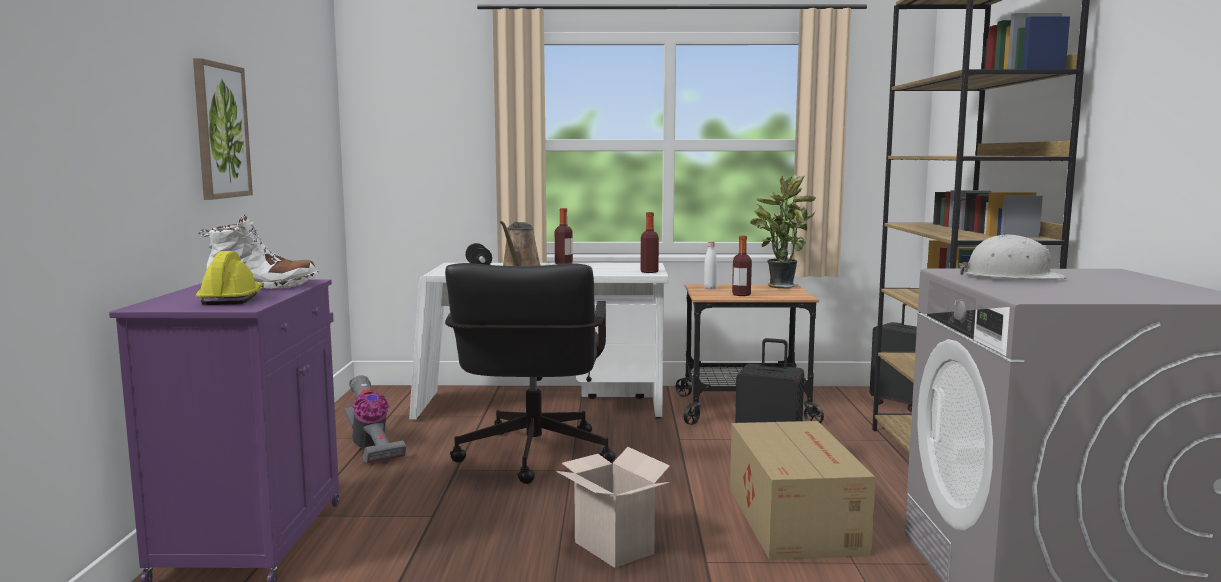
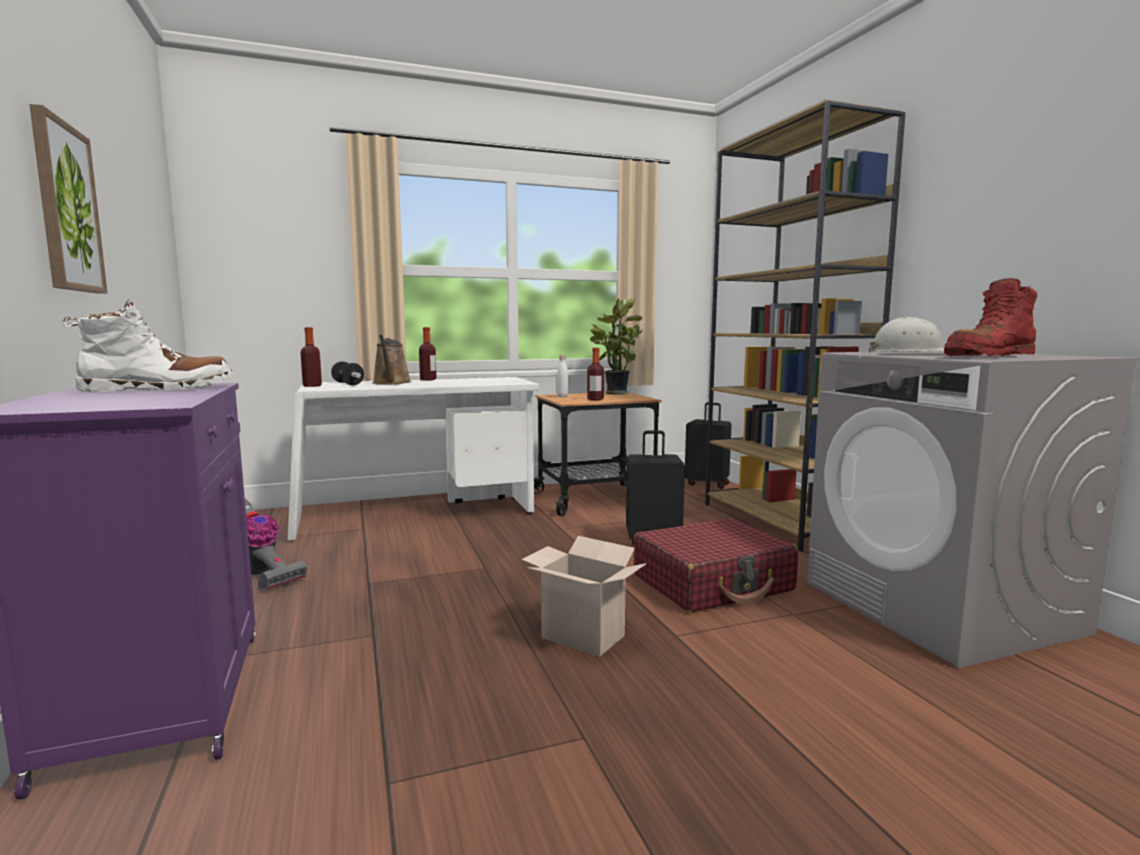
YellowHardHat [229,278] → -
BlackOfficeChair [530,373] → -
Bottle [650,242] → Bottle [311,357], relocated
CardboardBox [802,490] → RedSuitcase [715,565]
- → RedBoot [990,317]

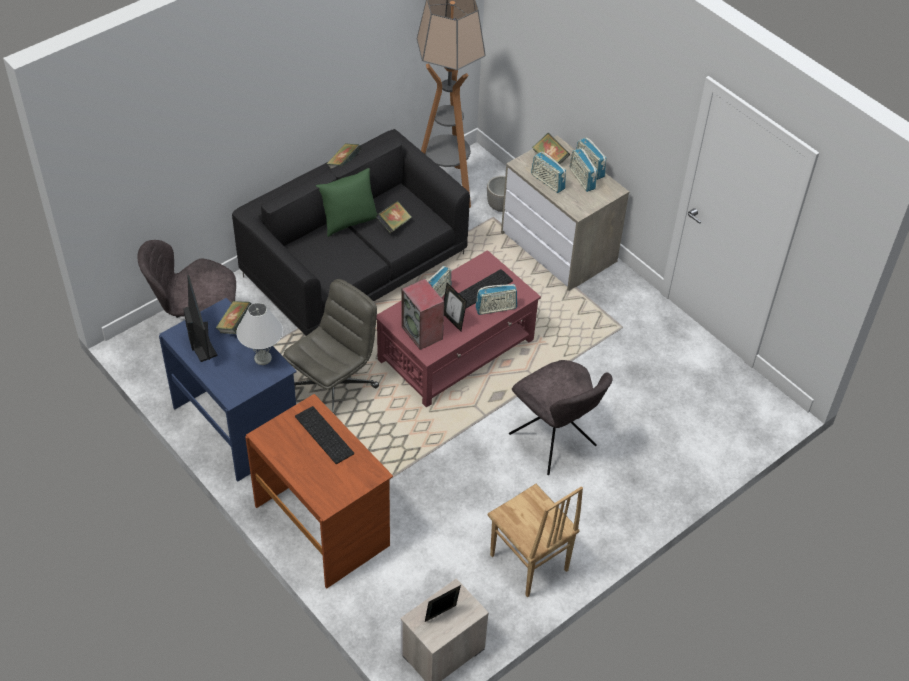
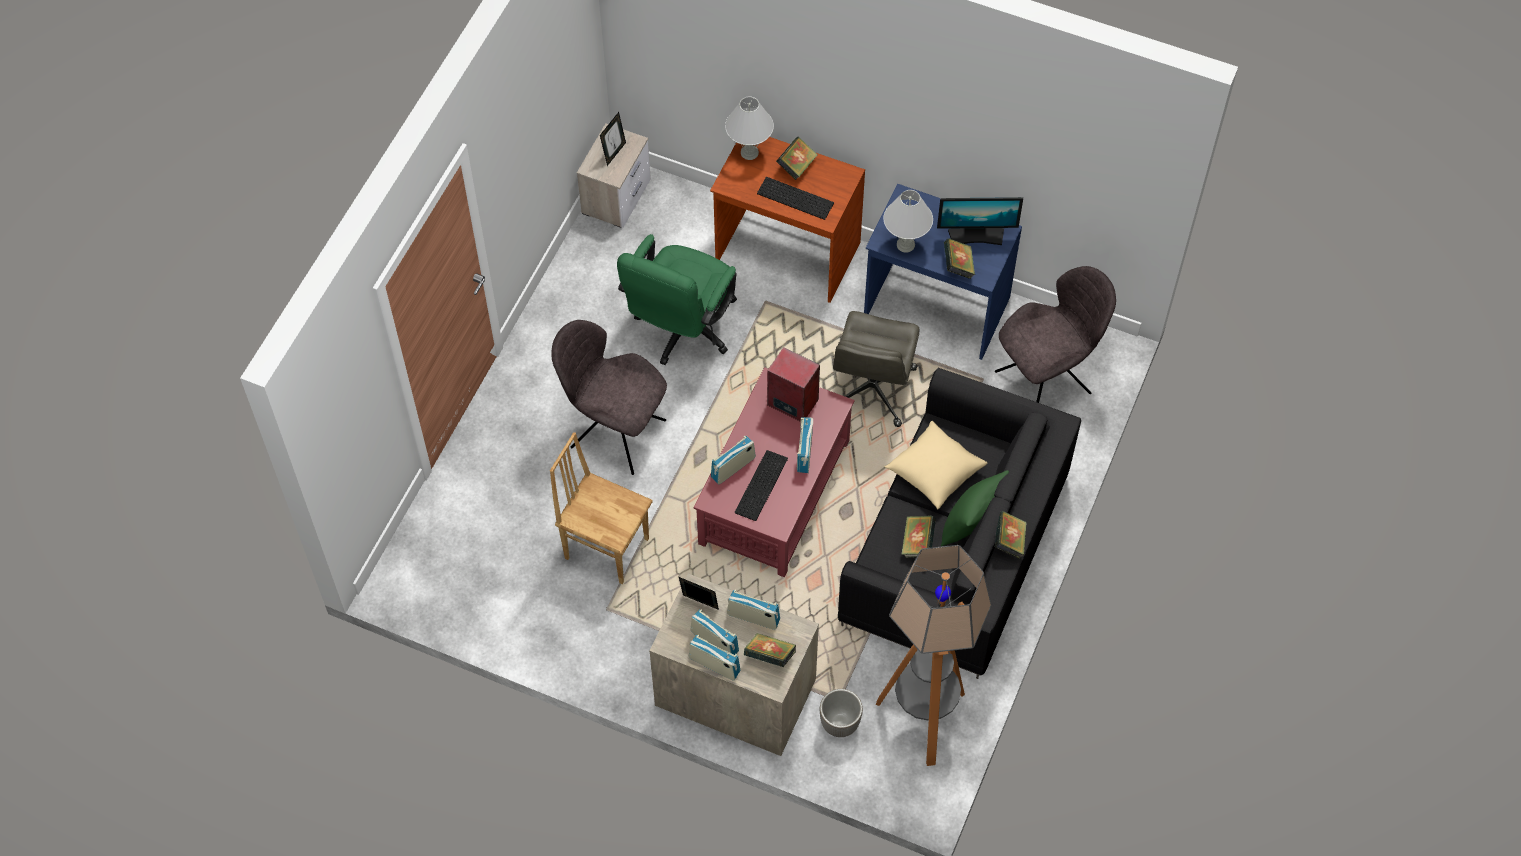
Monitor [200,318] → Monitor [980,221], 45 degrees counterclockwise
PictureFrame [455,307] → PictureFrame [699,593], relocated
BrownChair [535,540] → BrownChair [601,508], relocated
- → GreenOfficeChair [677,299]
- → WhiteTableLamp [749,128]
- → Book [797,158]
- → BeigePillow [935,465]

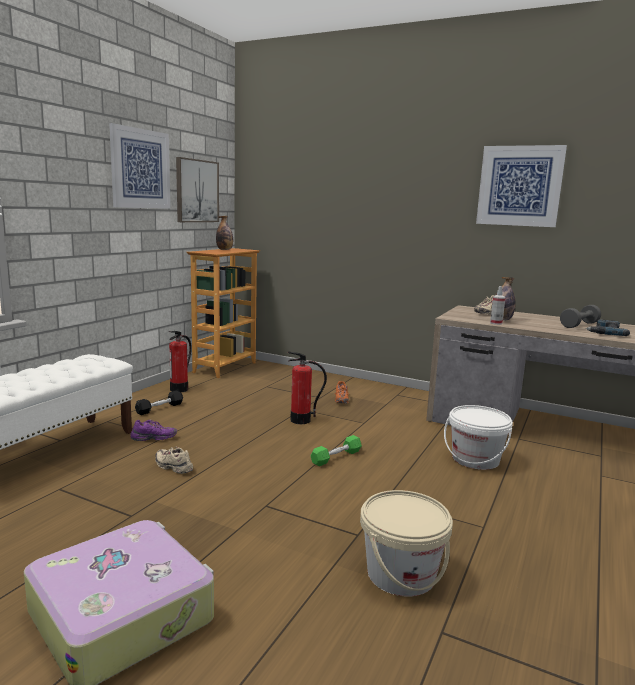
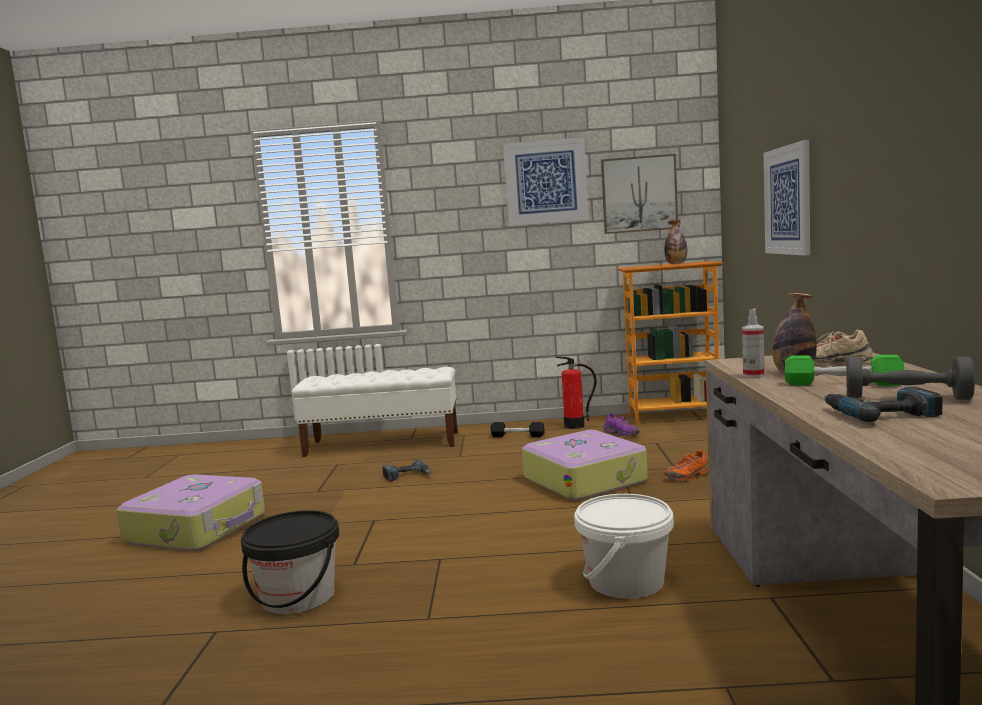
PurpleShoe [154,430] → PurpleShoe [622,424], relocated
BeigeShoe [174,460] → PowerDrill [406,470]
FireExtinguisher [307,387] → Suitcase [585,465]
GreenDumbbell [336,450] → GreenDumbbell [844,370], relocated
BeigeBucket [406,543] → BlackBucket [290,562]
Picture [521,186] → Picture [787,198], relocated

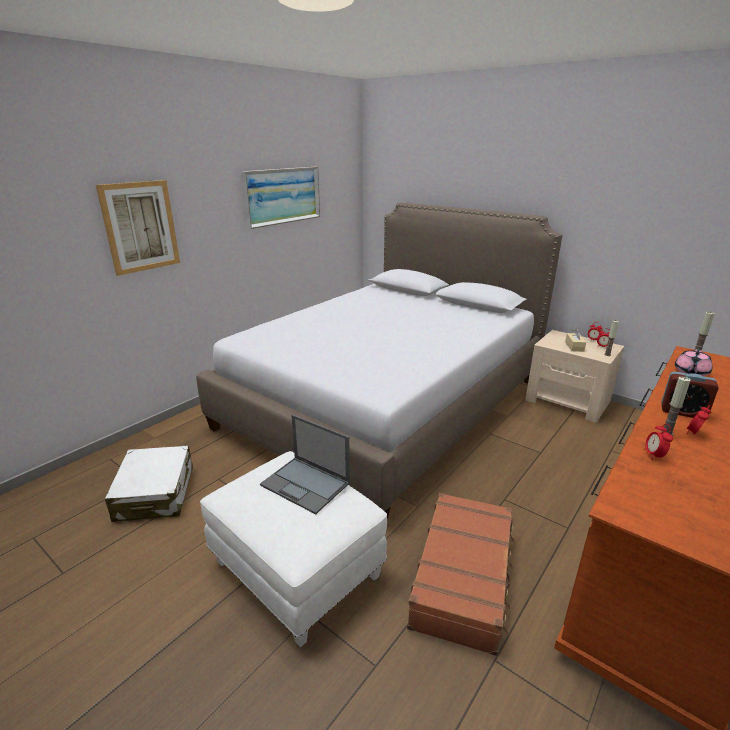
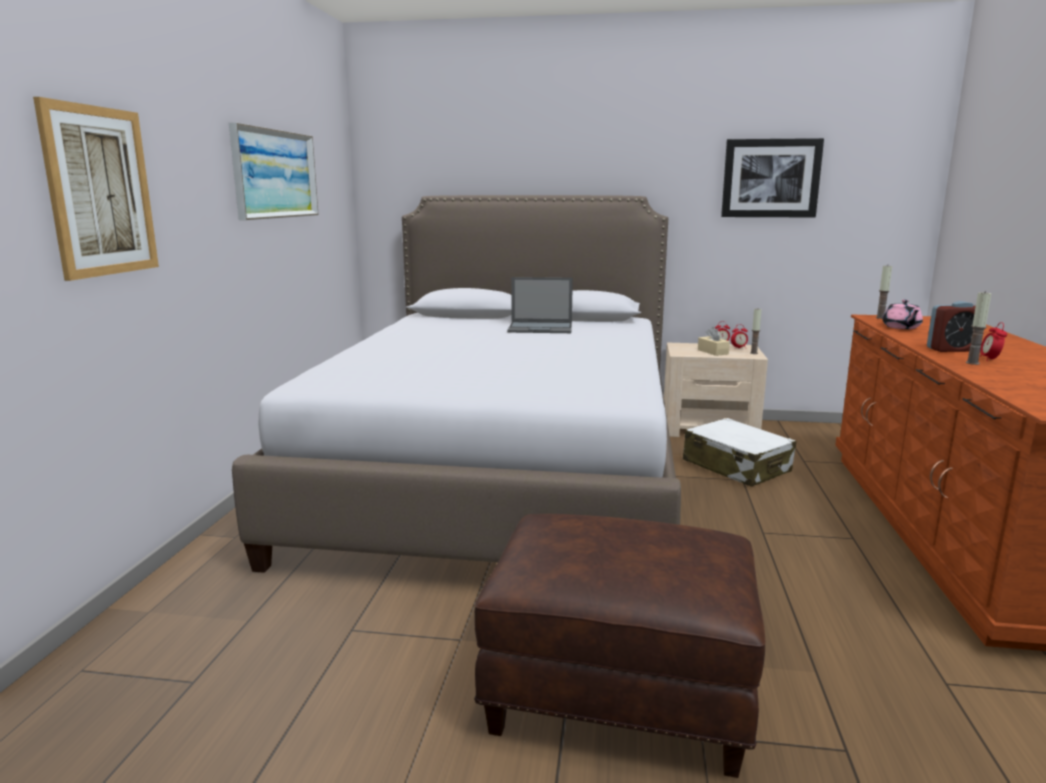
WhiteSuitcase [149,483] → WhiteSuitcase [739,452], relocated
WhiteOttoman [293,549] → BrownOttoman [619,646]
Laptop [305,464] → Laptop [540,305], relocated
BrownSuitcase [461,574] → -
AlarmClock [658,442] → -
- → Picture [772,177]

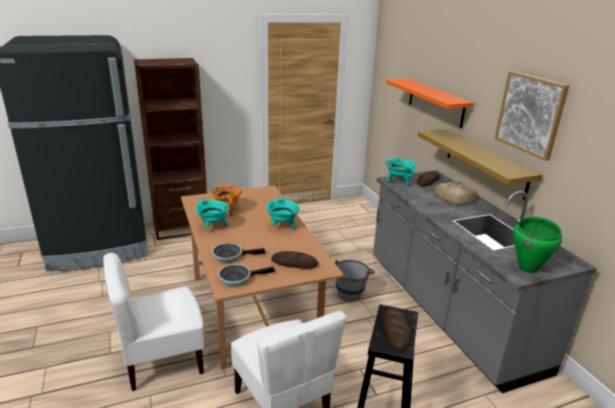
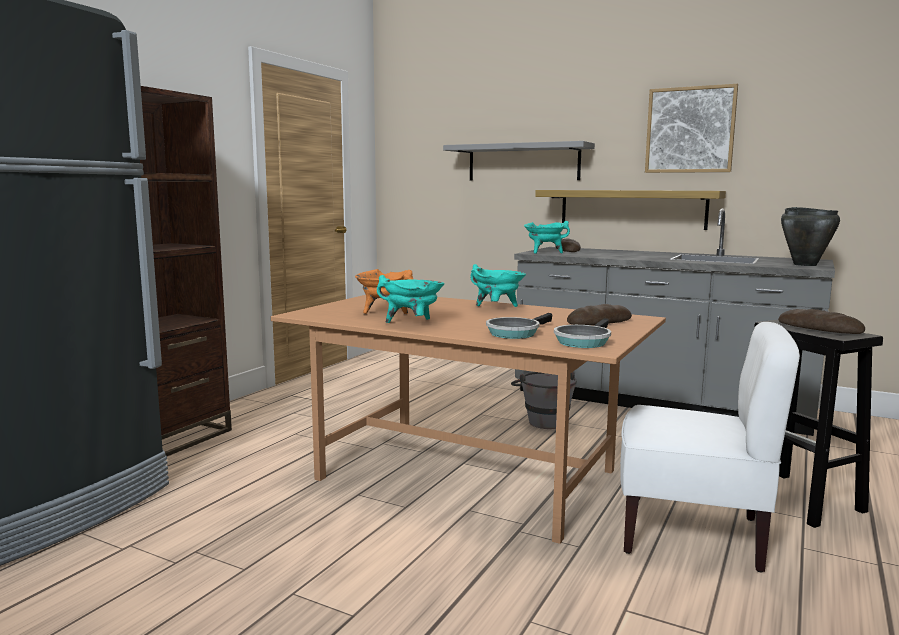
WhiteChair [153,322] → -
OrangeShelf [430,103] → GreyShelf [519,160]
Bread [456,192] → -
GreenCookingPot [537,245] → BlackCookingPot [810,236]

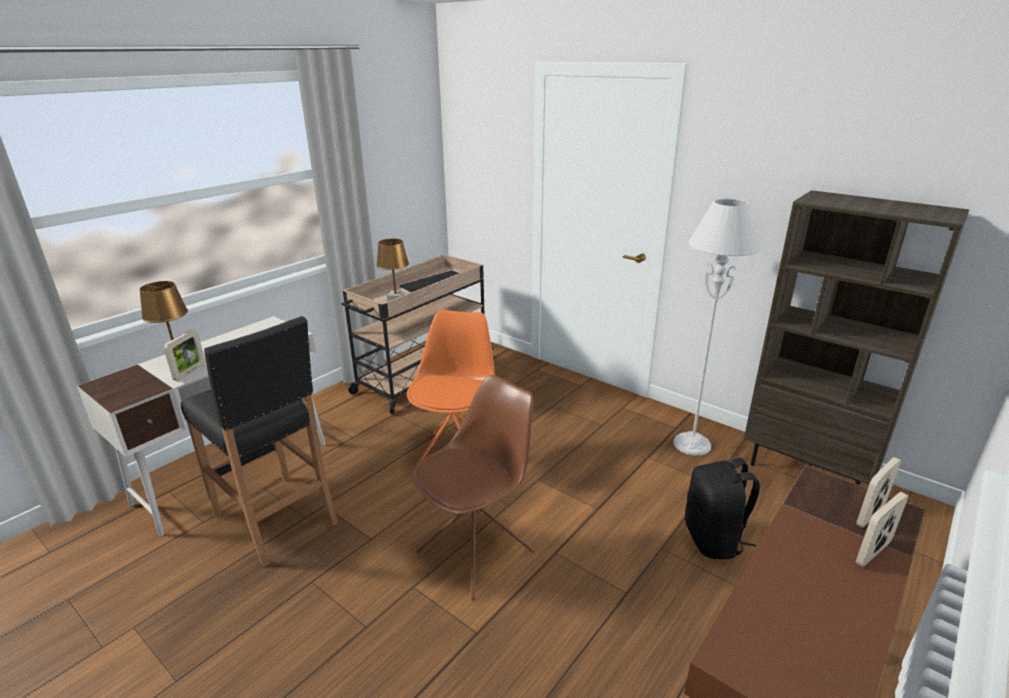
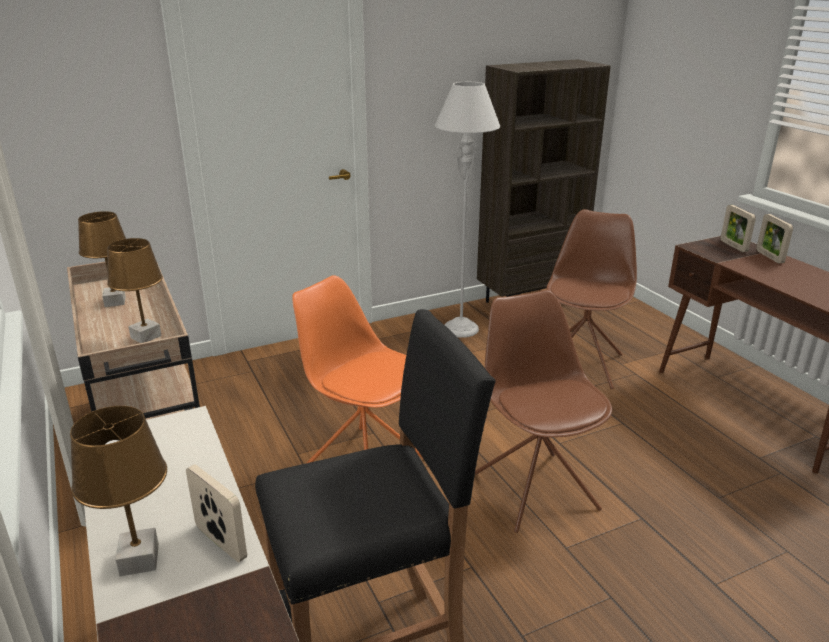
Keyboard [429,281] → BrownTableLamp [102,259]
BlackBackpack [722,508] → BrownChair [591,299]

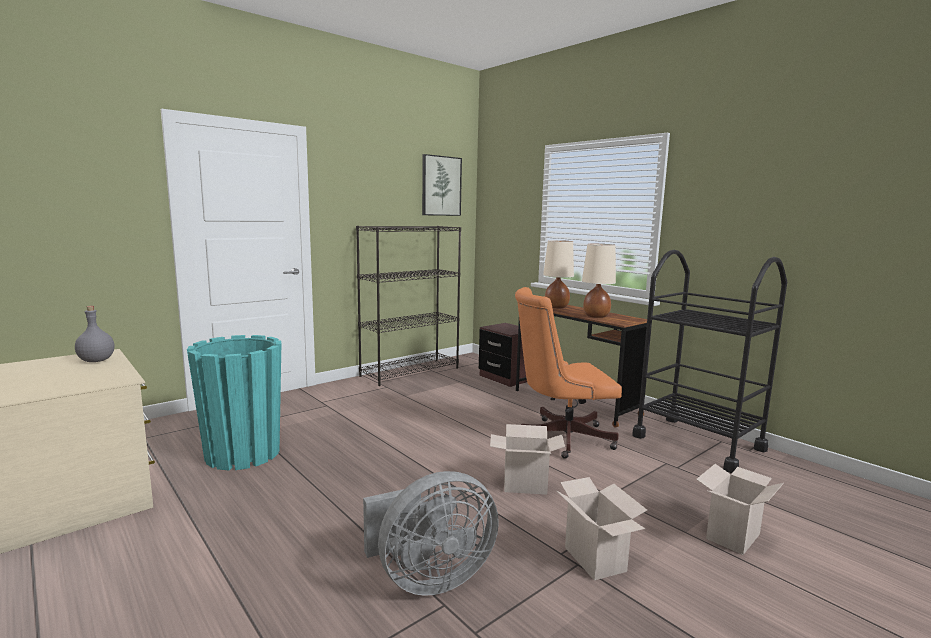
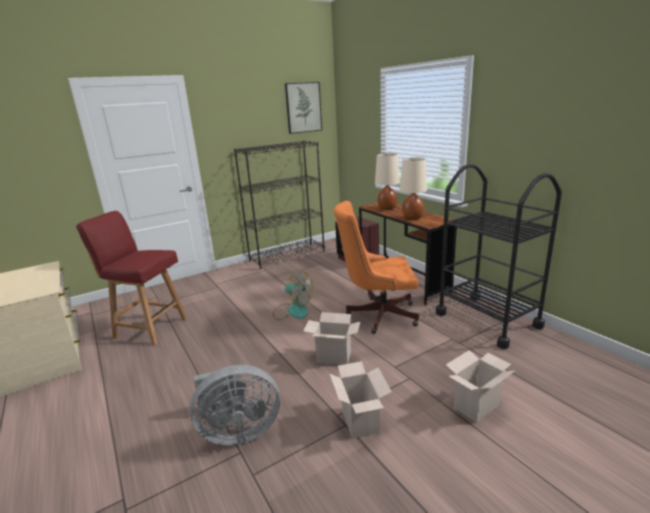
GreyBottle [95,334] → -
TurquoisePlanter [234,402] → RedChair [131,278]
- → Fan [293,295]

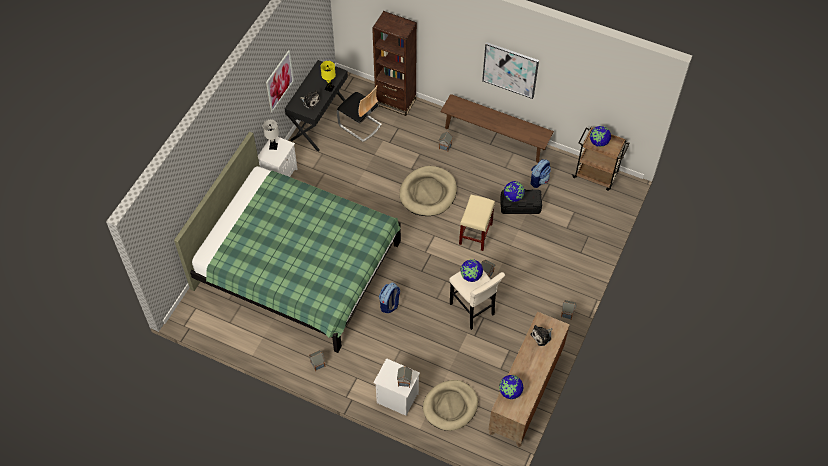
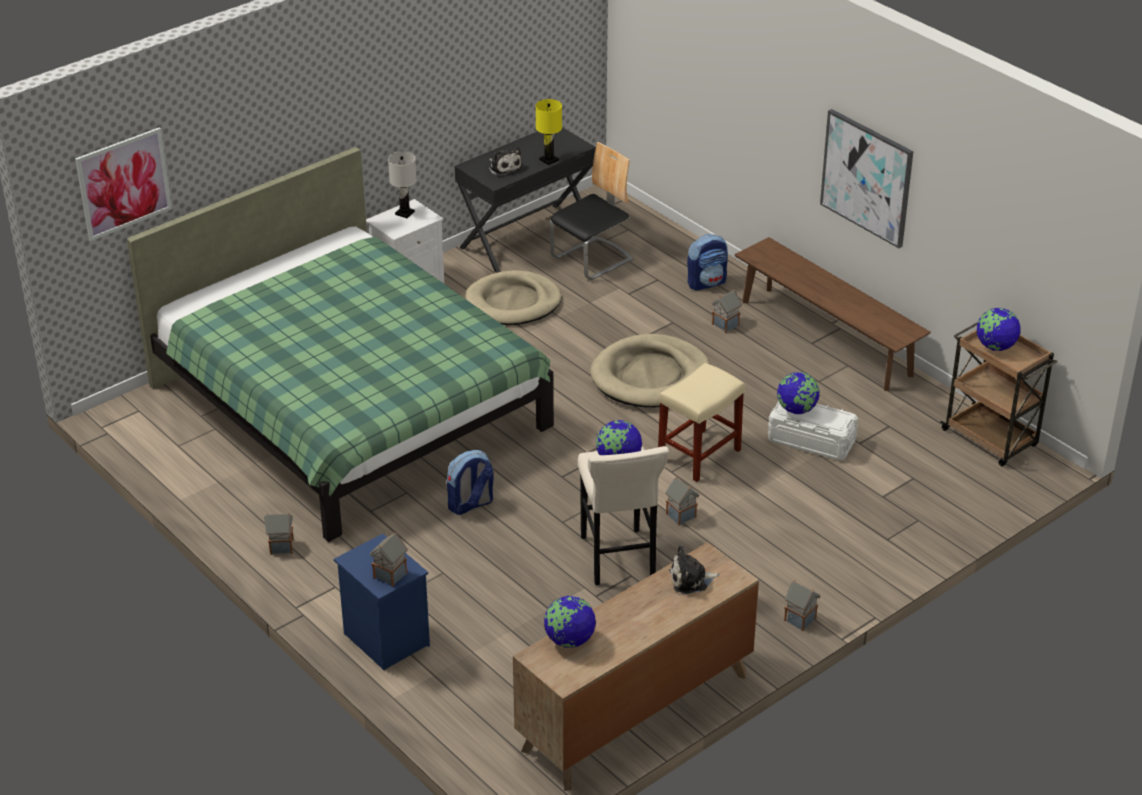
Picture [280,81] → Picture [123,184], relocated
Chair [359,114] → Chair [591,211], 105 degrees counterclockwise
BrownBookcase [394,63] → -
WhiteNightstand [397,387] → BlueNightstand [382,602]
BeigeDogBed [450,405] → BeigeDogBed [513,297], relocated
BlackStorageBox [521,201] → WhiteStorageBox [813,430]
Backpack [540,173] → Backpack [707,262], relocated

